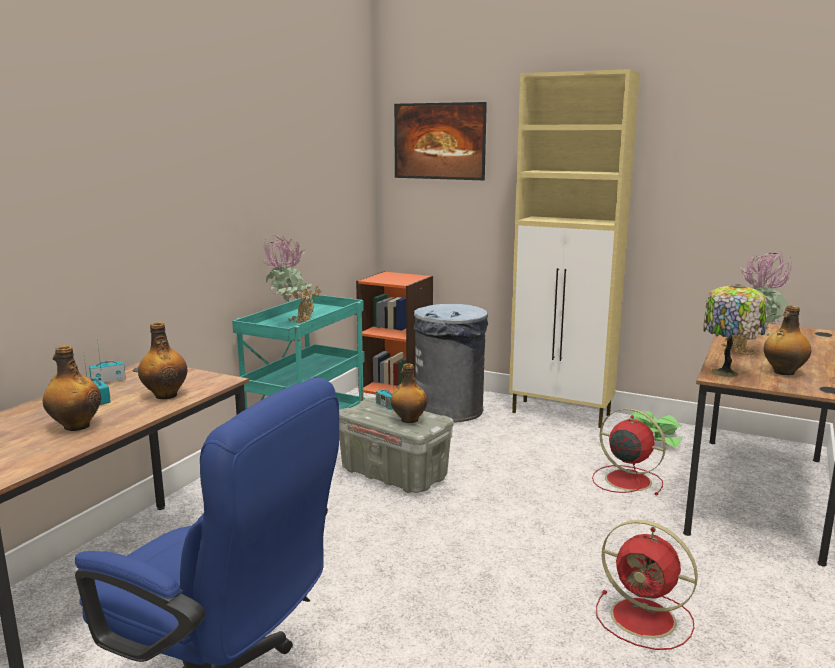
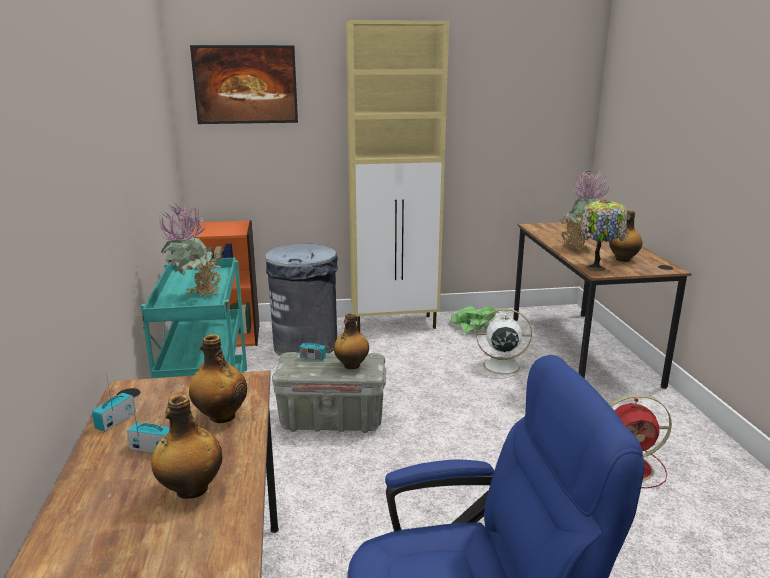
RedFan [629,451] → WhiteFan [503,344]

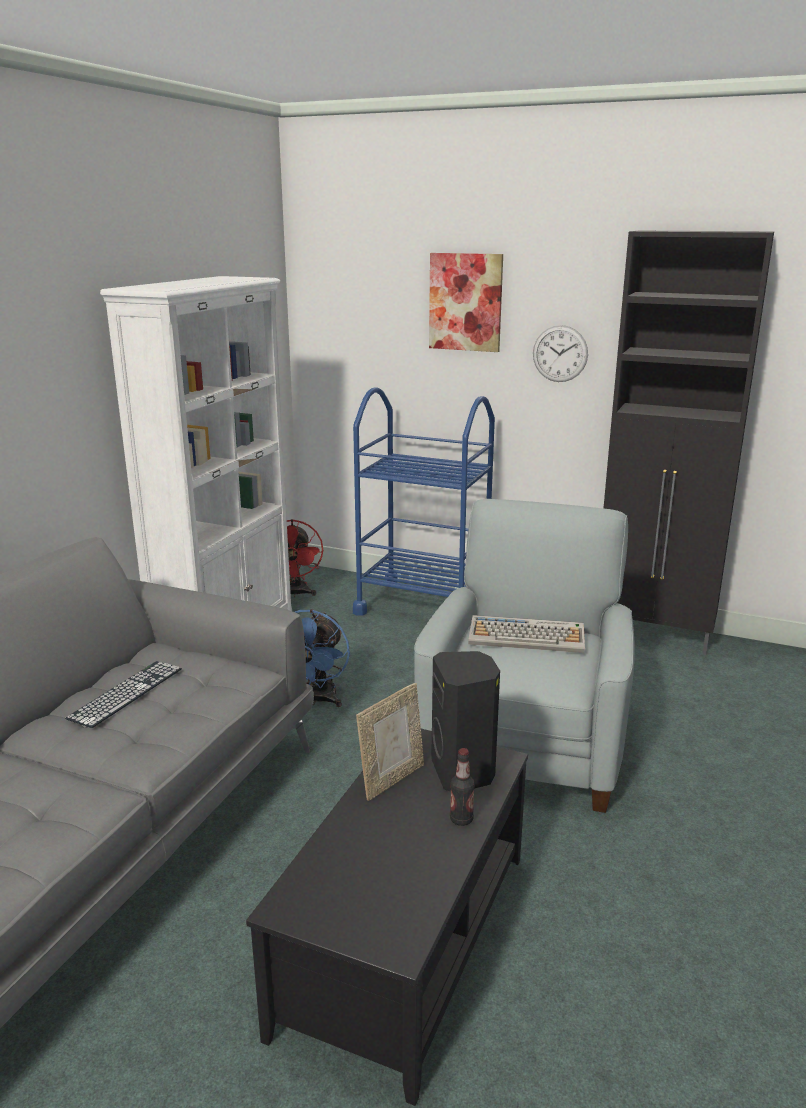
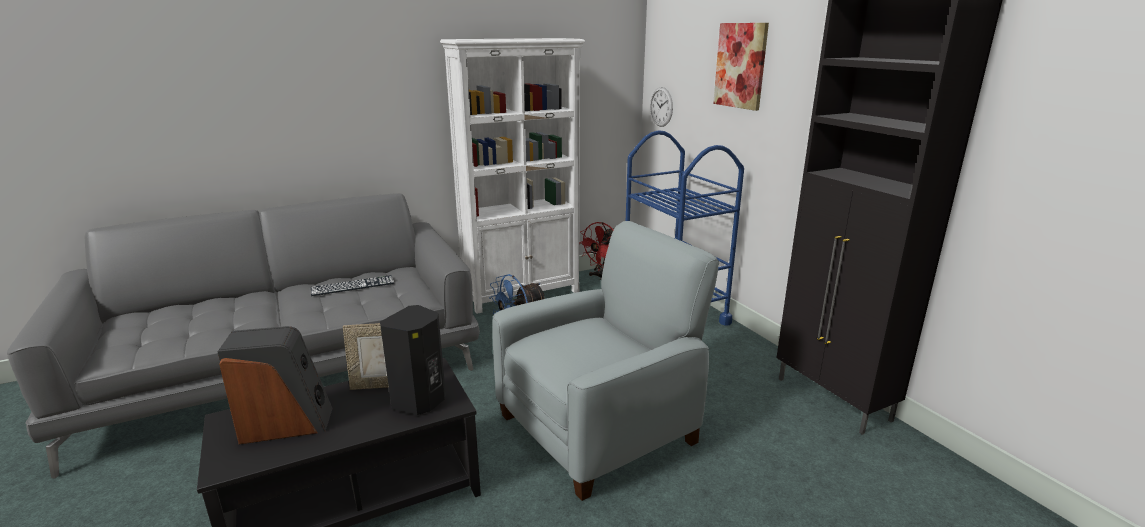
Bottle [462,787] → -
Keyboard [526,634] → -
WallClock [560,353] → WallClock [661,107], relocated
- → Speaker [275,385]

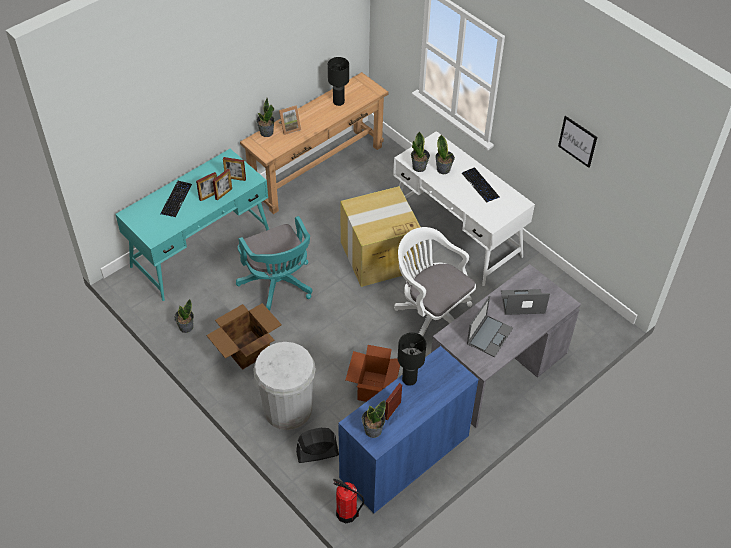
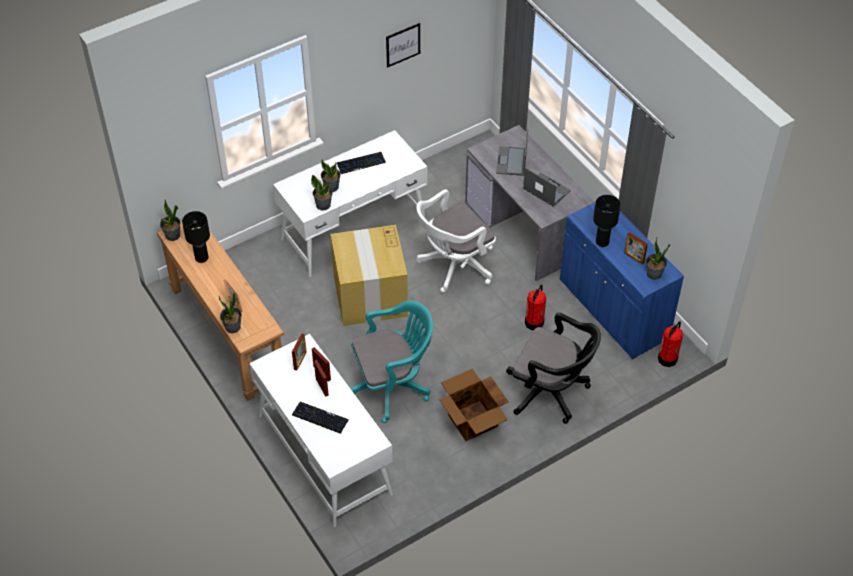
TurquoiseDesk [192,225] → WhiteDesk [321,430]
PottedPlant [184,316] → PottedPlant [170,220], relocated
WhiteTrashCan [284,386] → BlackOfficeChair [553,368]
BlackFan [317,445] → -
CardboardBox [373,373] → FireExtinguisher [535,307]

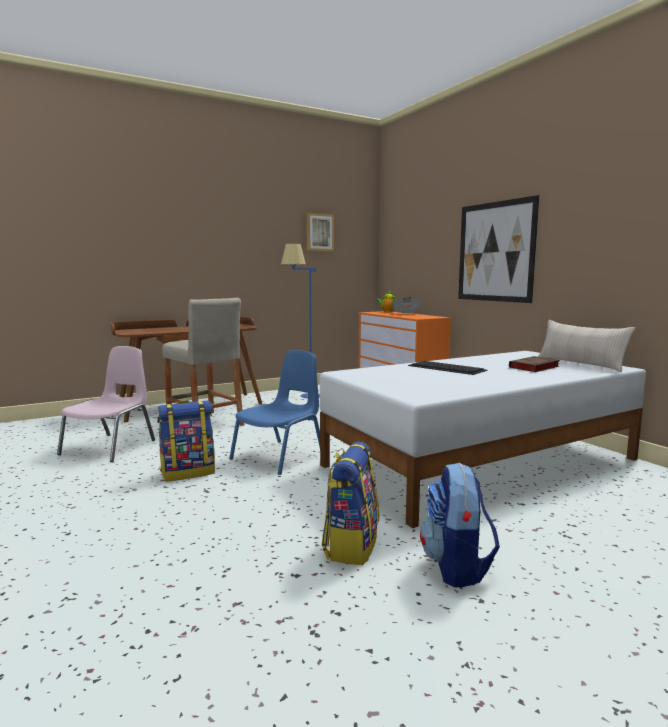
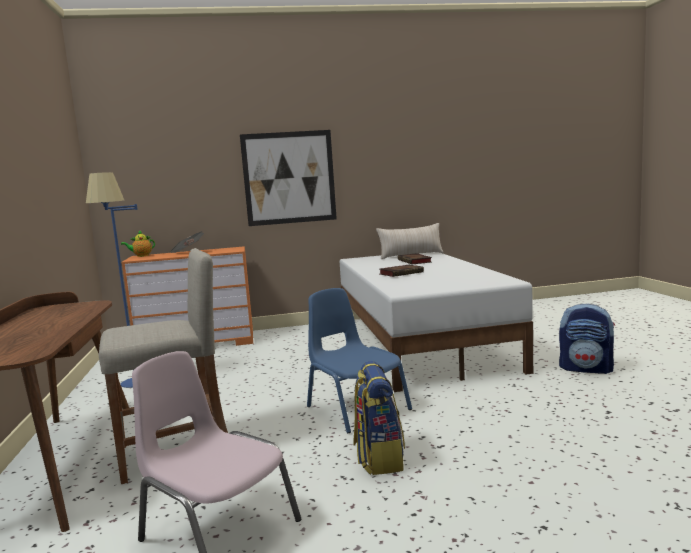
Picture [320,232] → -
Backpack [350,503] → -
Keyboard [448,368] → Book [402,271]

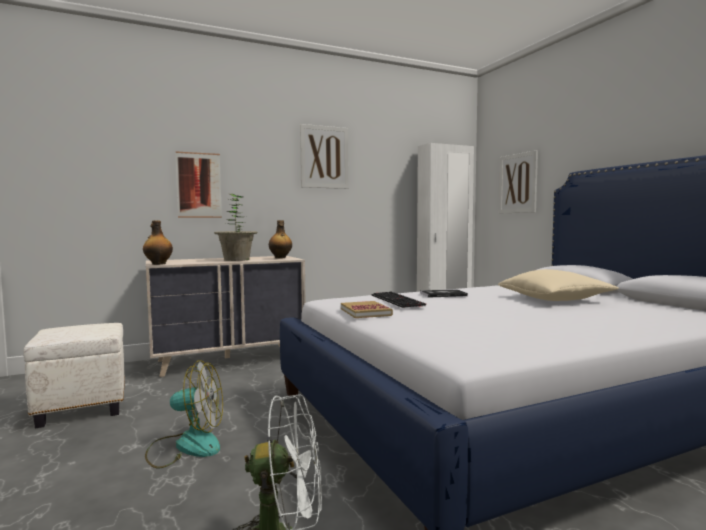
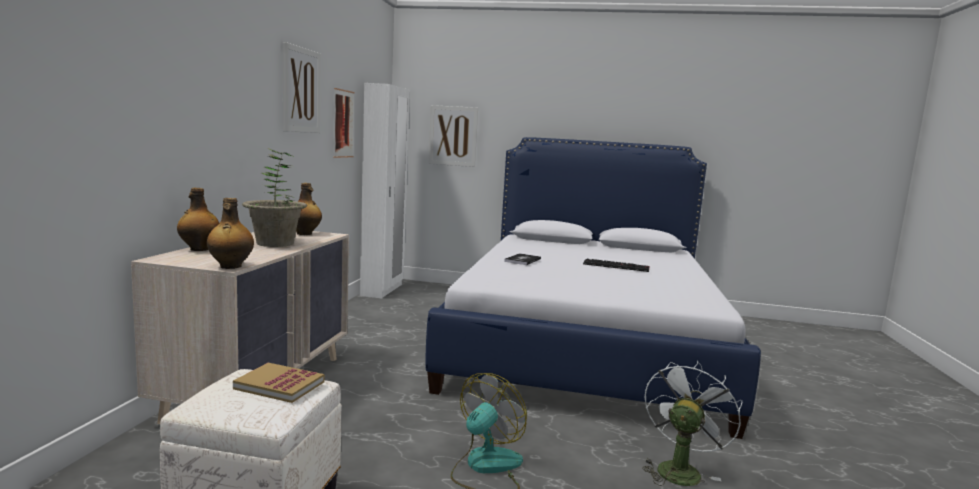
Picture [199,184] → Picture [344,123], relocated
Book [367,309] → Book [279,383], relocated
Keyboard [398,300] → Keyboard [616,265], relocated
BeigePillow [558,285] → -
- → Bottle [198,219]

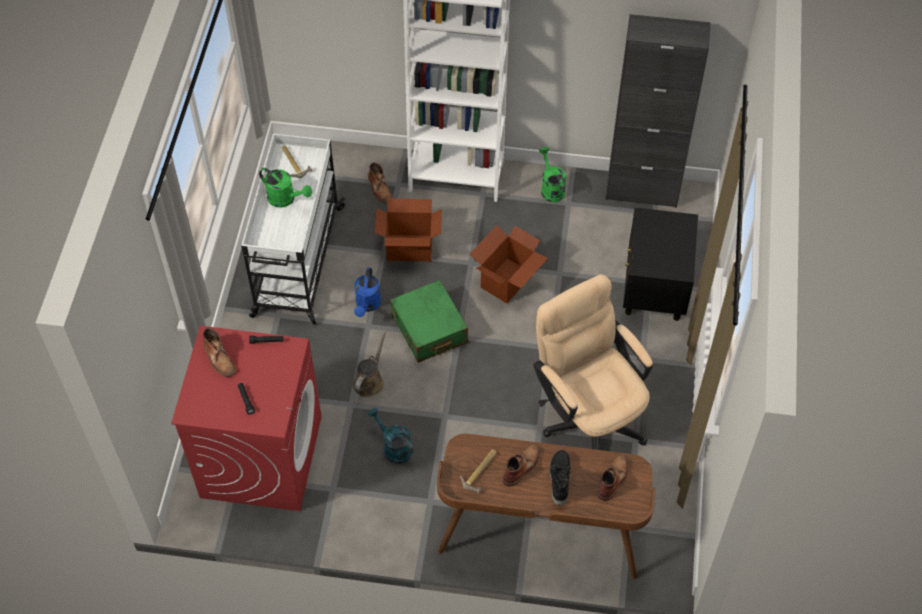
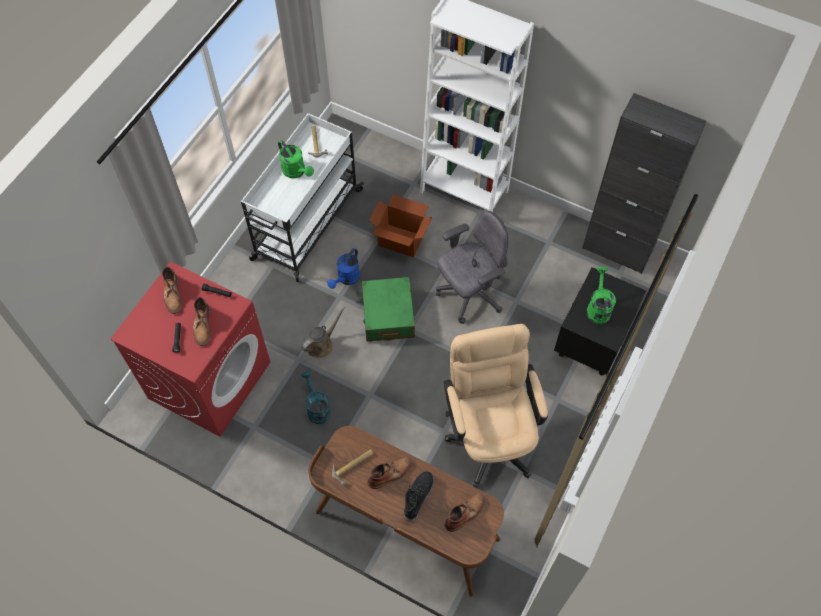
BrownBoot [380,182] → BrownBoot [202,321], relocated
CardboardBox [509,264] → GreyOfficeChair [472,267]
GreenWateringCan [553,174] → GreenWateringCan [601,295], relocated

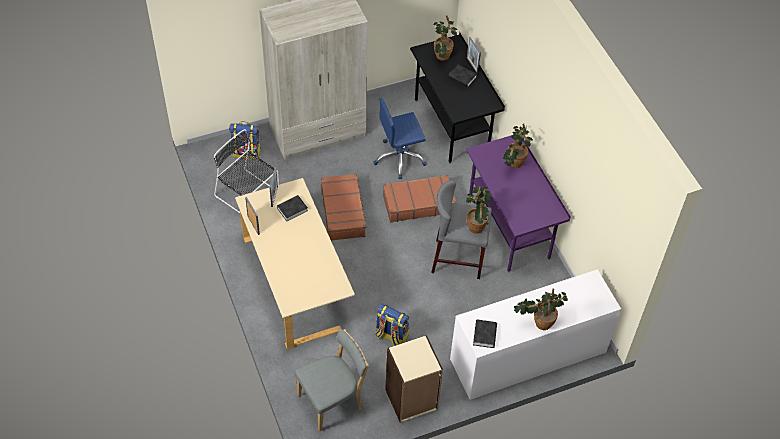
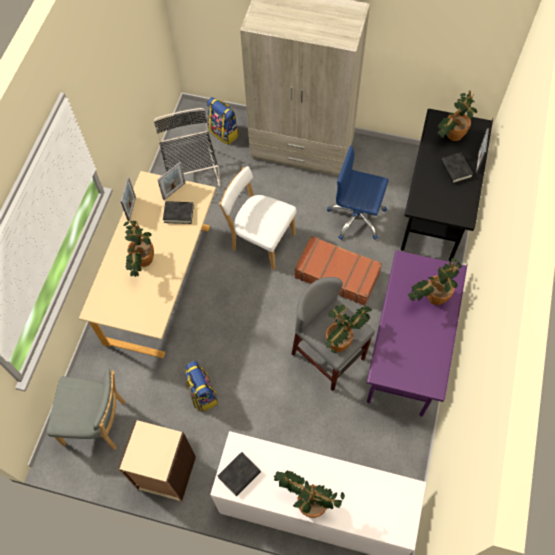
BrownSuitcase [344,207] → WhiteChair [258,218]
- → PottedPlant [139,248]

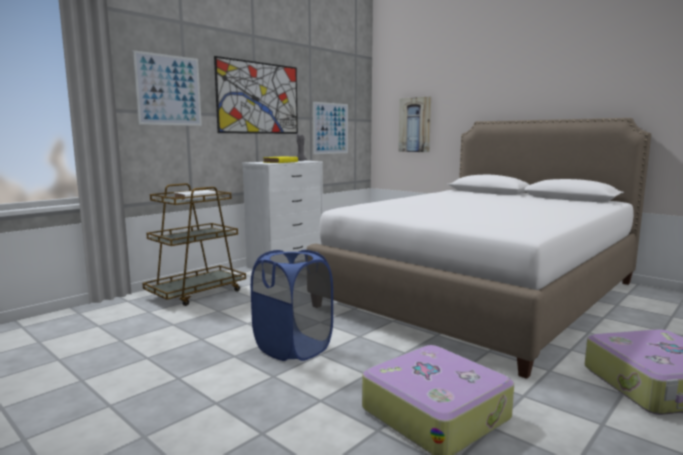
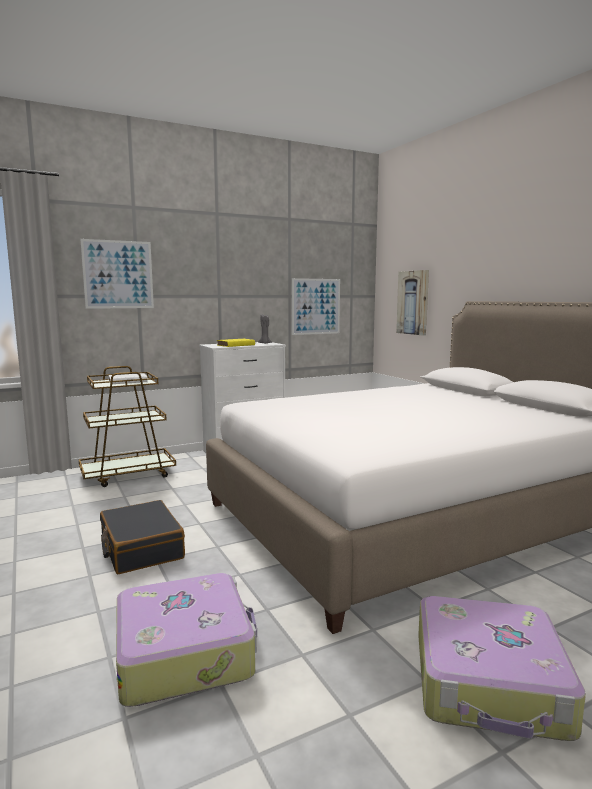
Picture [256,95] → -
BlueLaundryBasket [292,305] → BlackSuitcase [142,537]

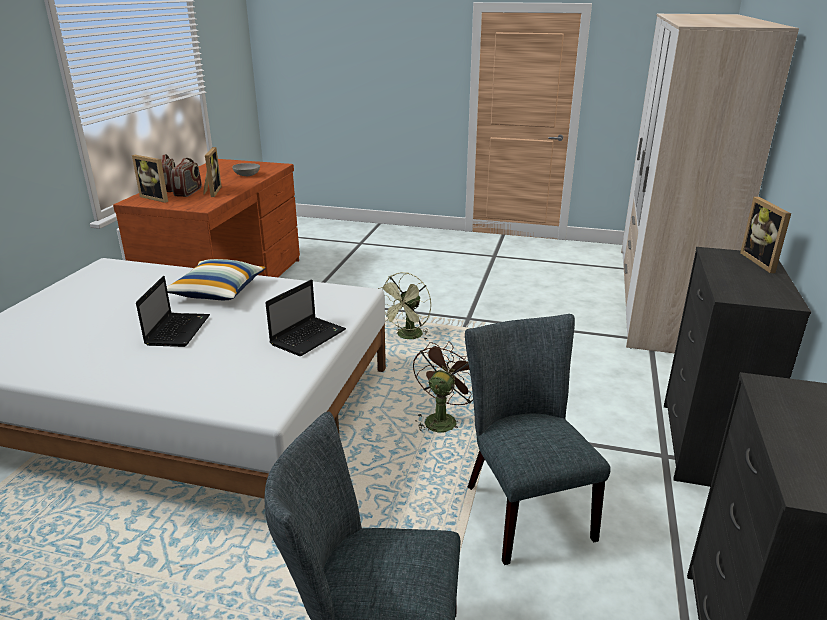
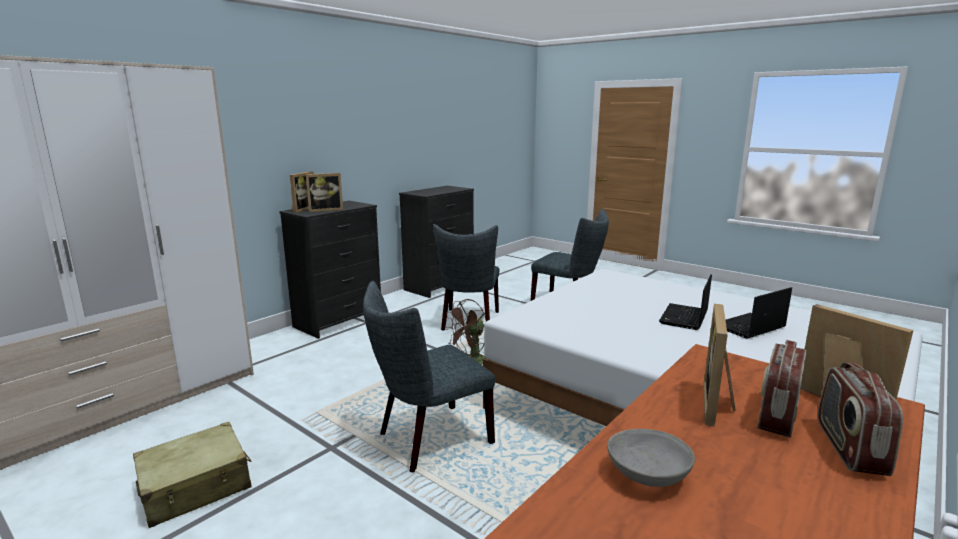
Pillow [216,279] → -
Laptop [305,318] → Laptop [758,313], relocated
GreenFan [404,306] → GreyChair [429,377]
- → BeigeSuitcase [192,475]
- → PictureFrame [324,192]

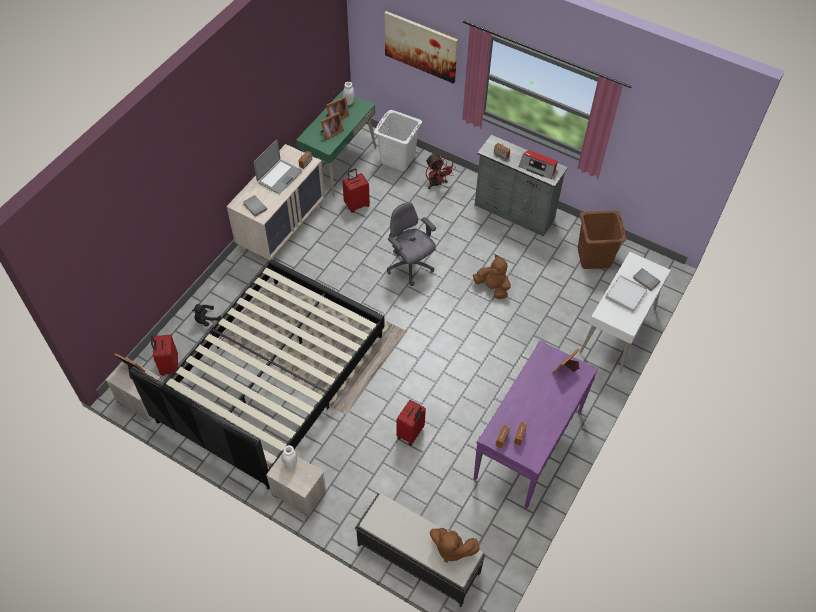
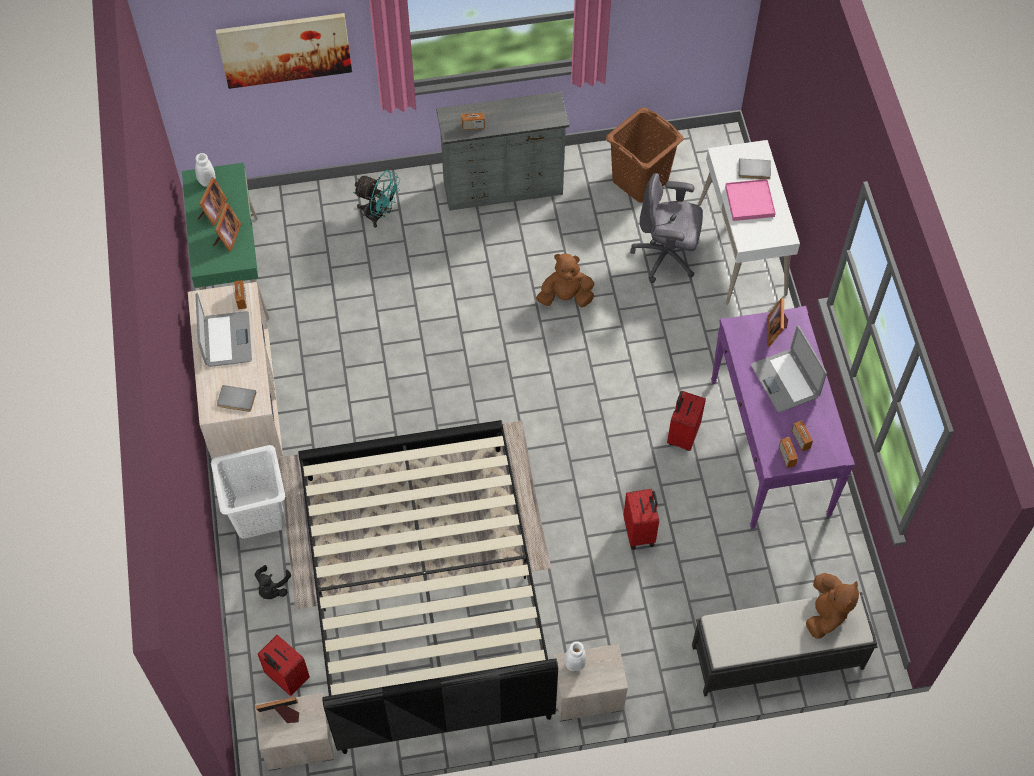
RedSuitcase [356,191] → RedSuitcase [686,421], relocated
WhiteLaundryBasket [398,140] → WhiteLaundryBasket [248,492], relocated
GreyOfficeChair [411,244] → GreyOfficeChair [666,228], relocated
RedFan [441,171] → TurquoiseFan [376,199]
BrownPlushToy [455,545] → BrownPlushToy [832,606], 60 degrees counterclockwise
Radio [538,164] → -
WhiteTray [626,293] → PinkTray [750,200]
- → Laptop [789,369]

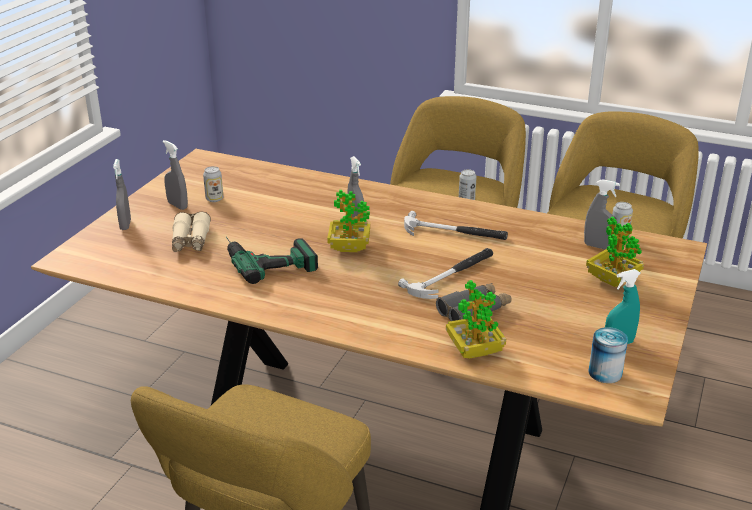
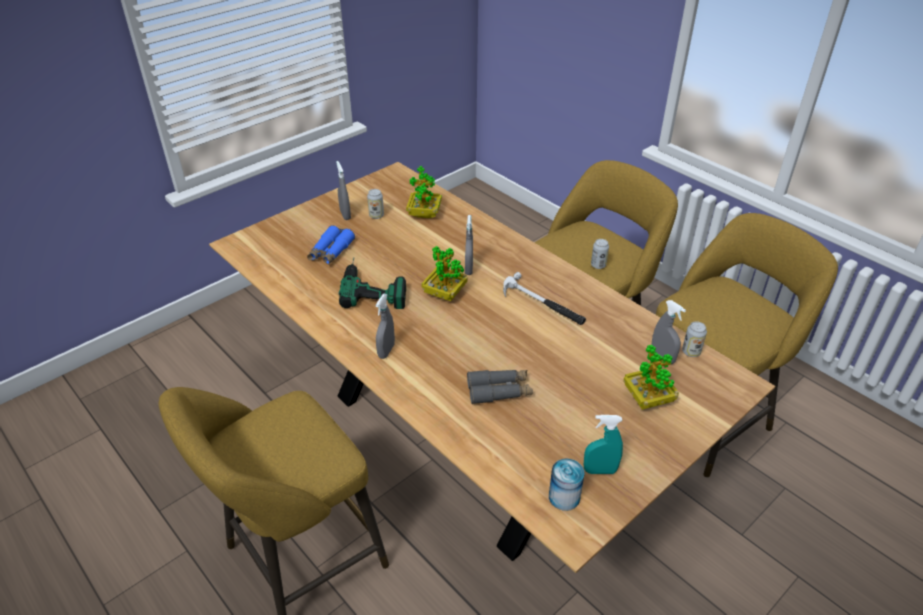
GreySprayBottle [122,194] → GreySprayBottle [385,326], relocated
BeigeBinoculars [191,232] → BlueBinoculars [331,245]
Hammer [445,273] → -
PottedPlant [476,319] → PottedPlant [424,192], relocated

